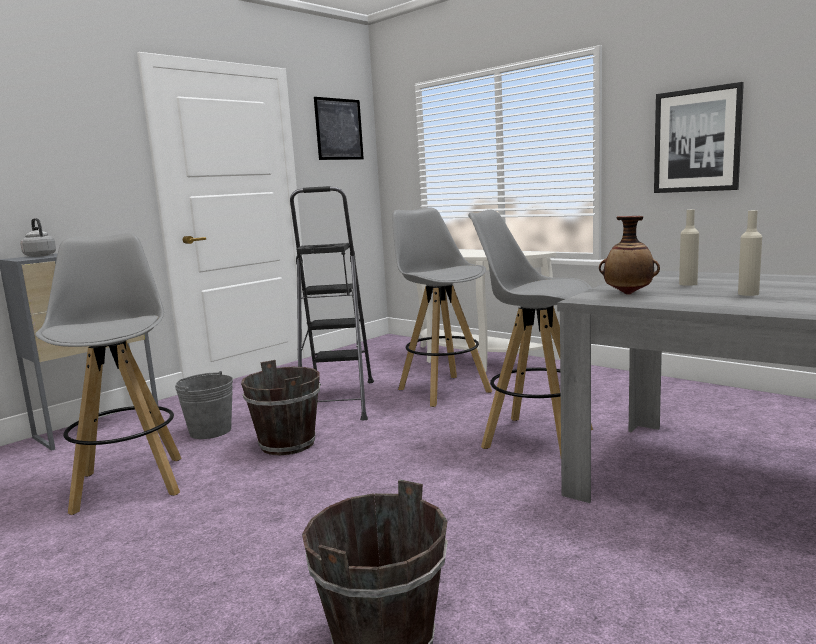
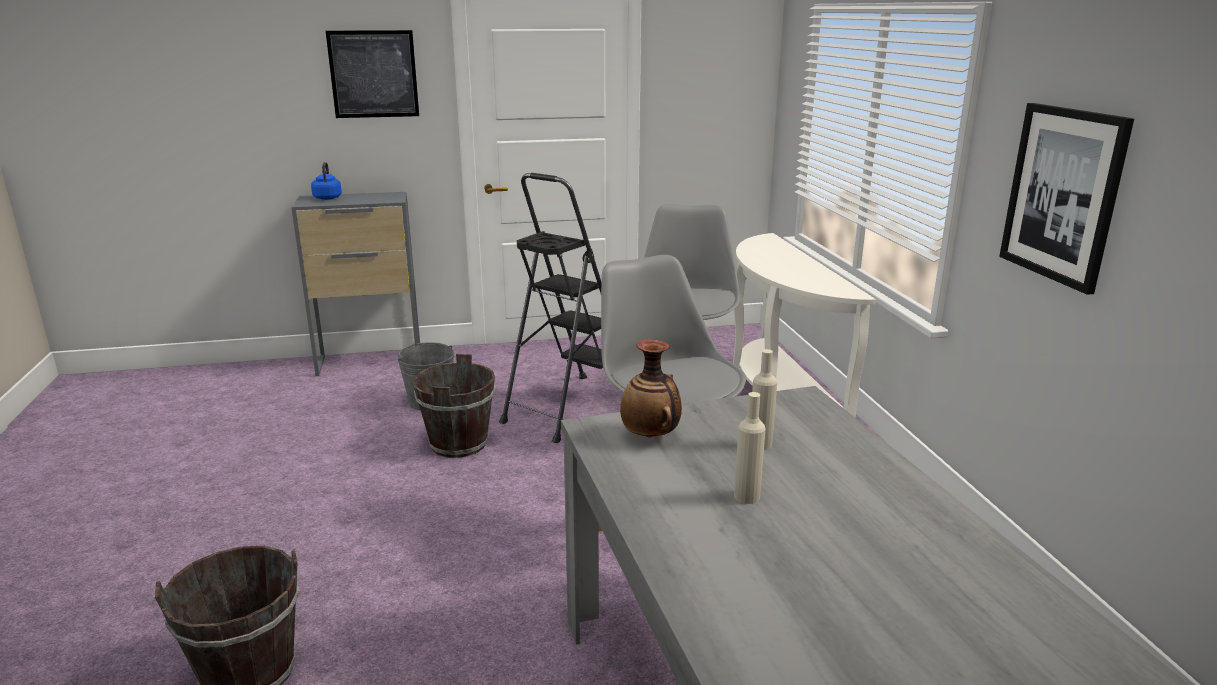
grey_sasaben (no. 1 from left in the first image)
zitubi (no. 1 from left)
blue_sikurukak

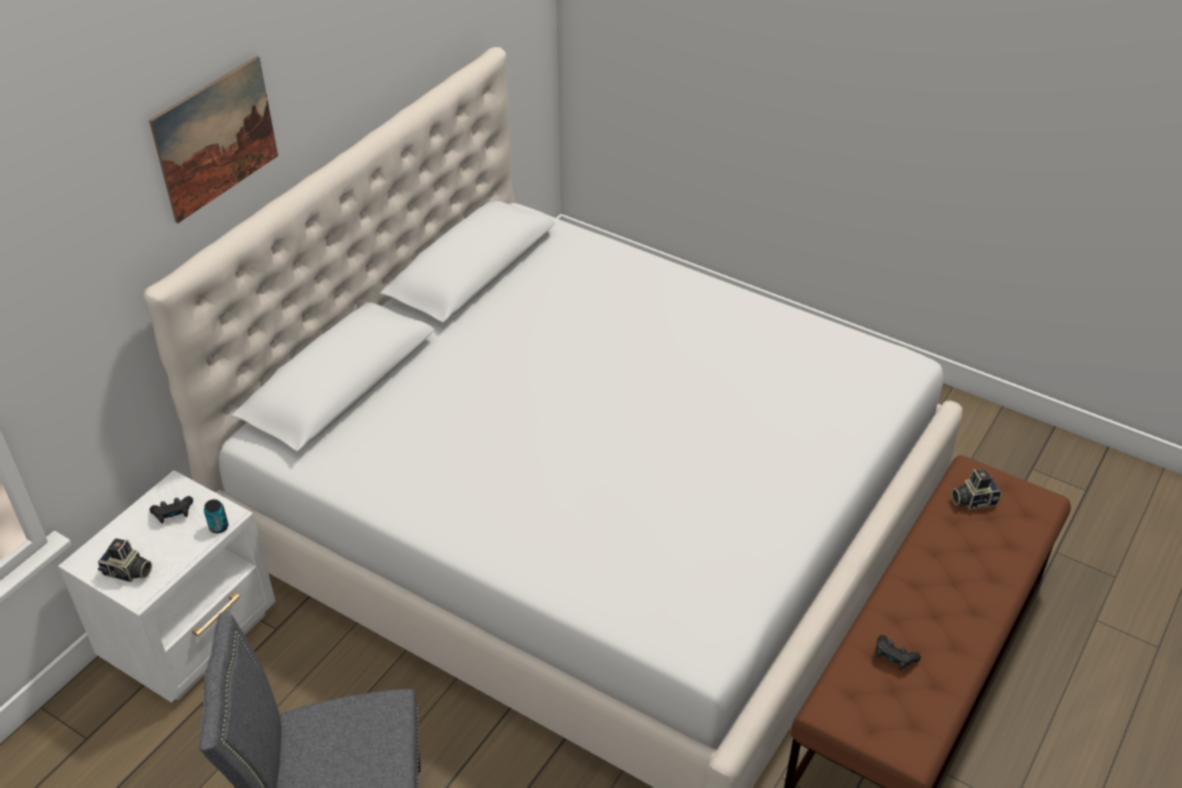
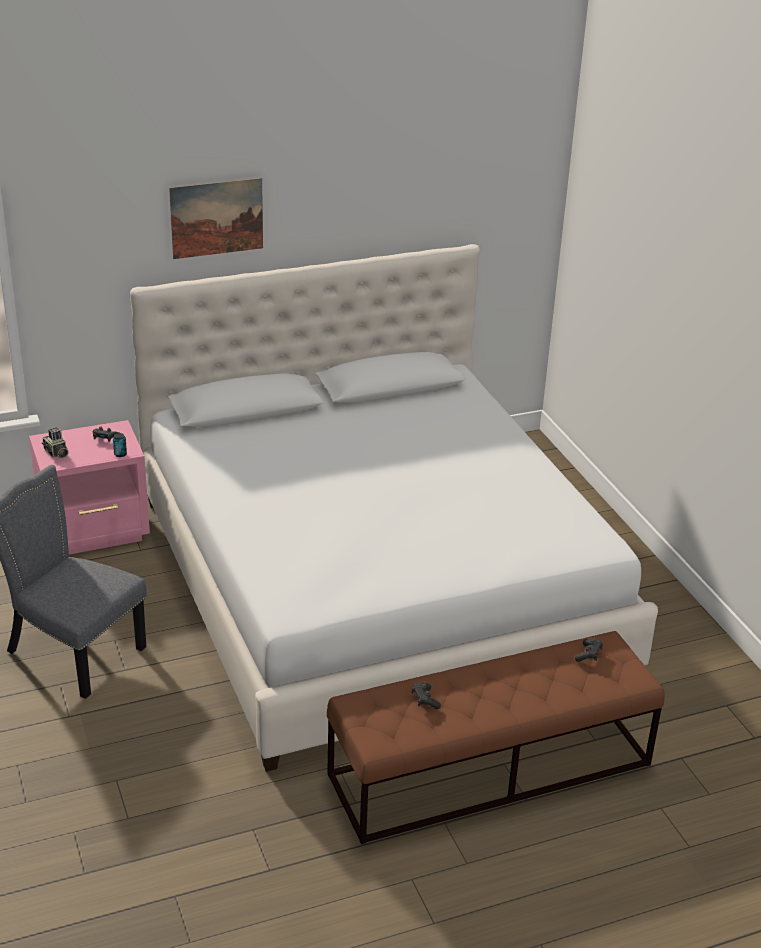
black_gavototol (no. 3 from left)
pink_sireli

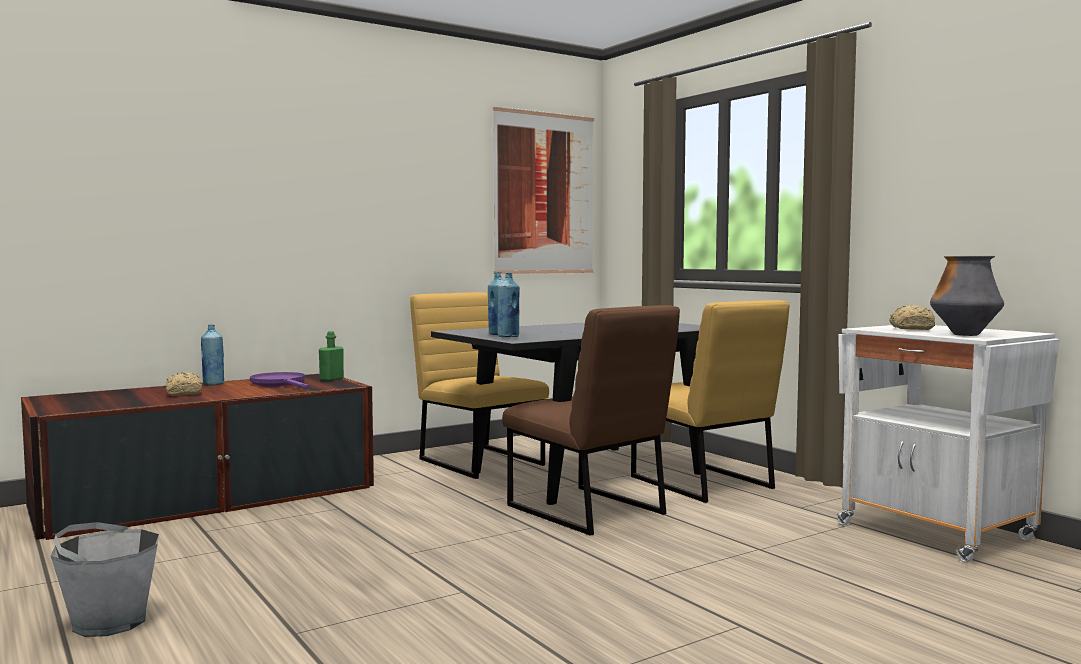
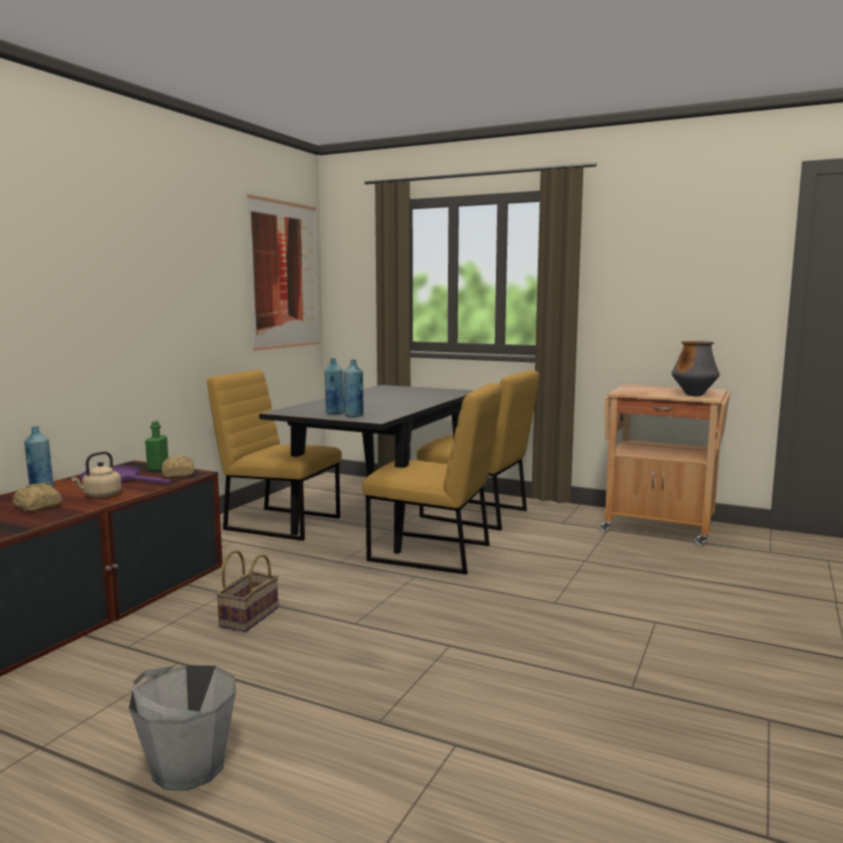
beige_sikurukak
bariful
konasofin (no. 2 from left)
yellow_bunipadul (no. 2 from left)
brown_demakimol

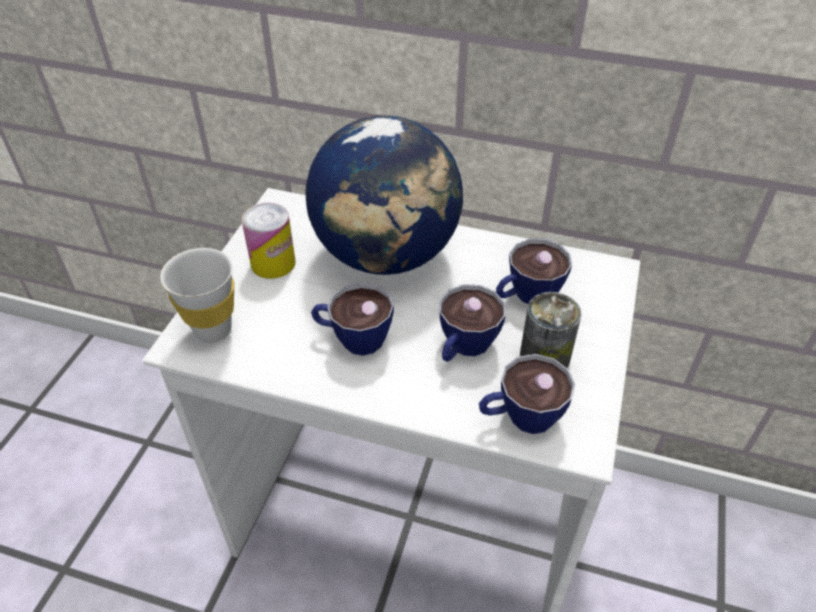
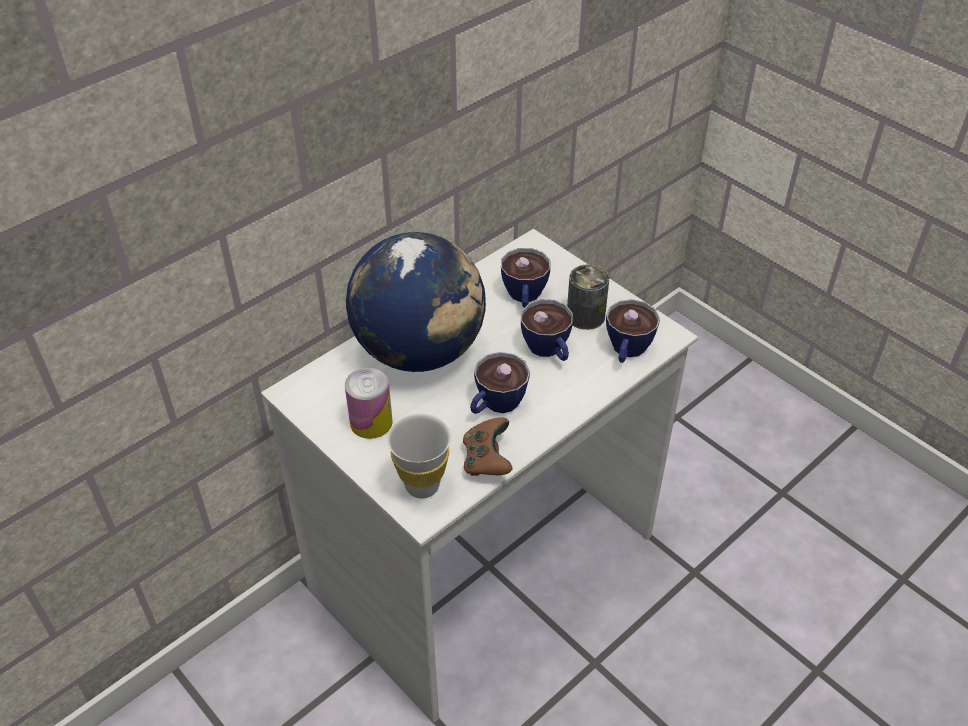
brown_gavototol

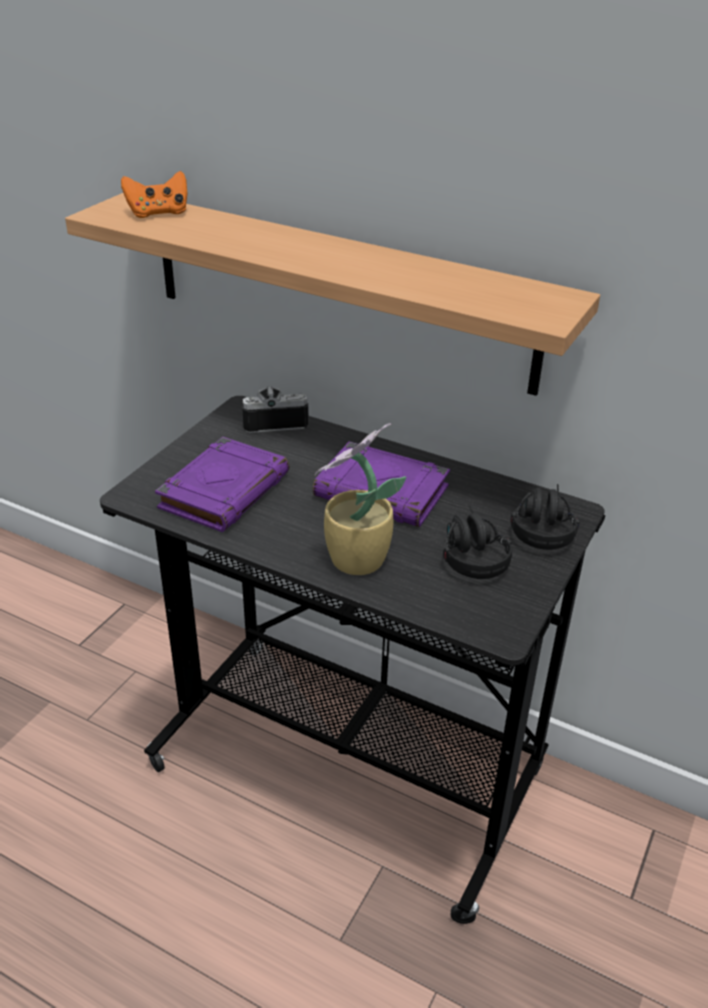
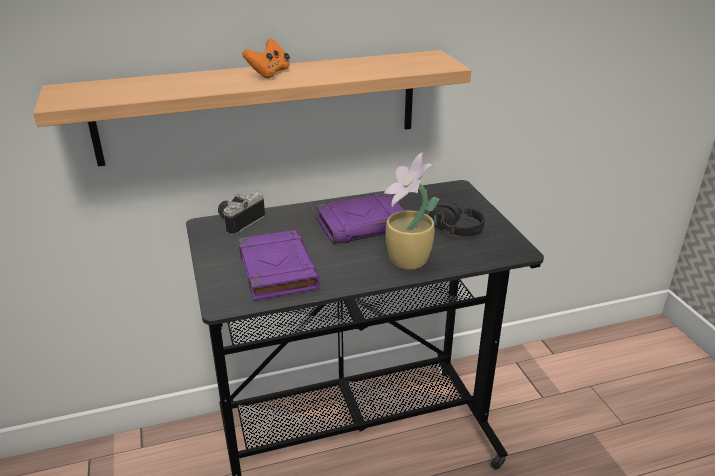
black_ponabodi (no. 2 from left in the first image)
orange_gavototol

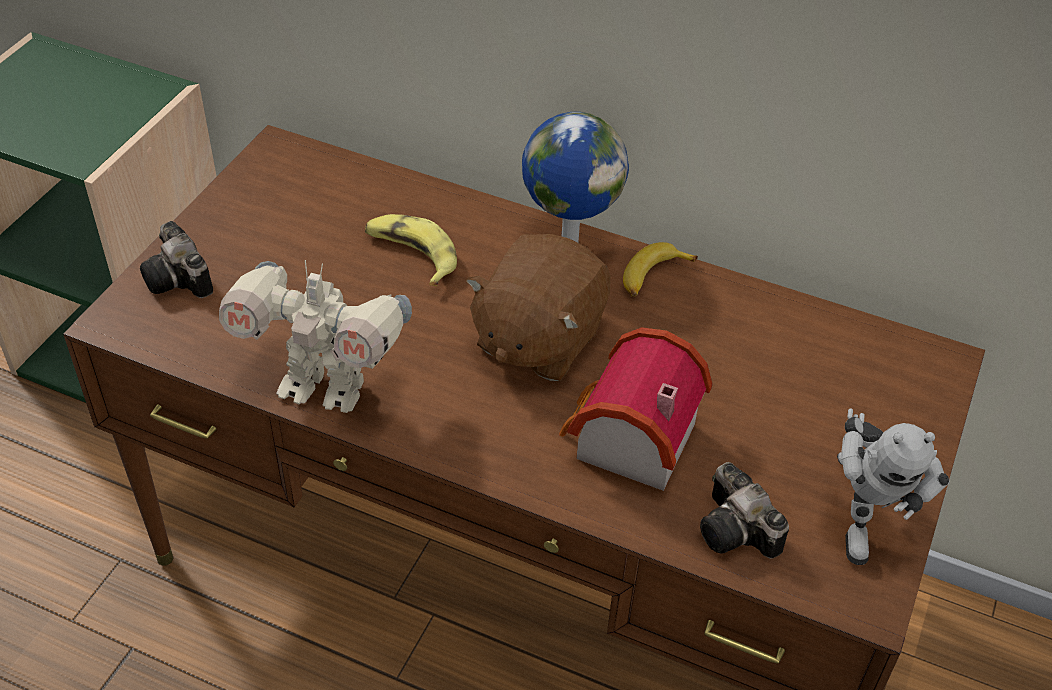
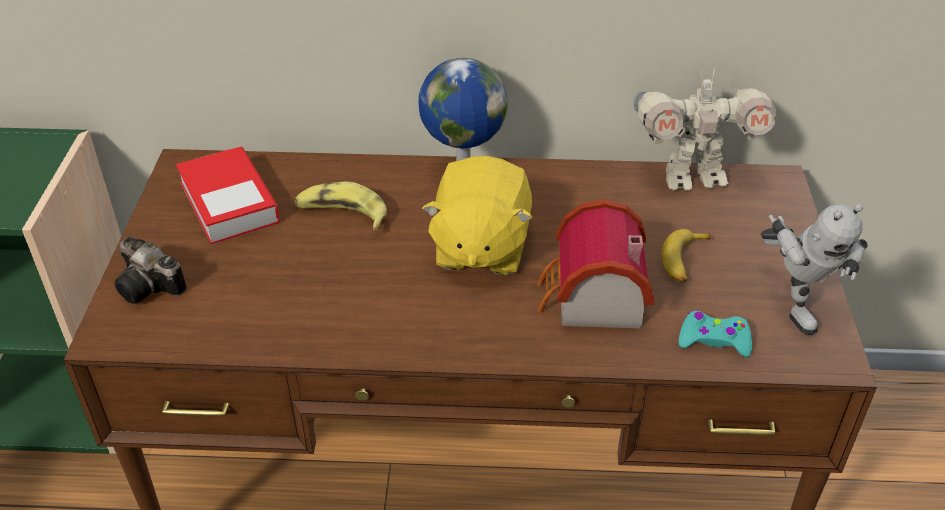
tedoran
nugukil (no. 1 from left)
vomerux (no. 2 from left)
turquoise_gavototol
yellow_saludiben

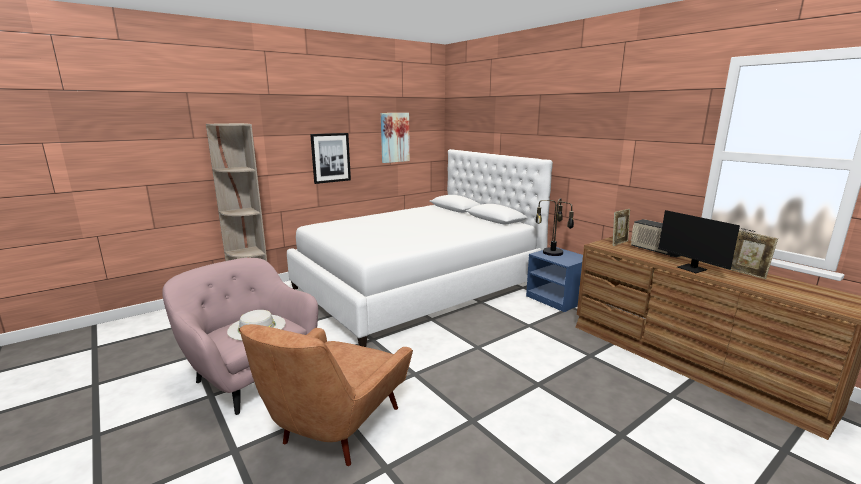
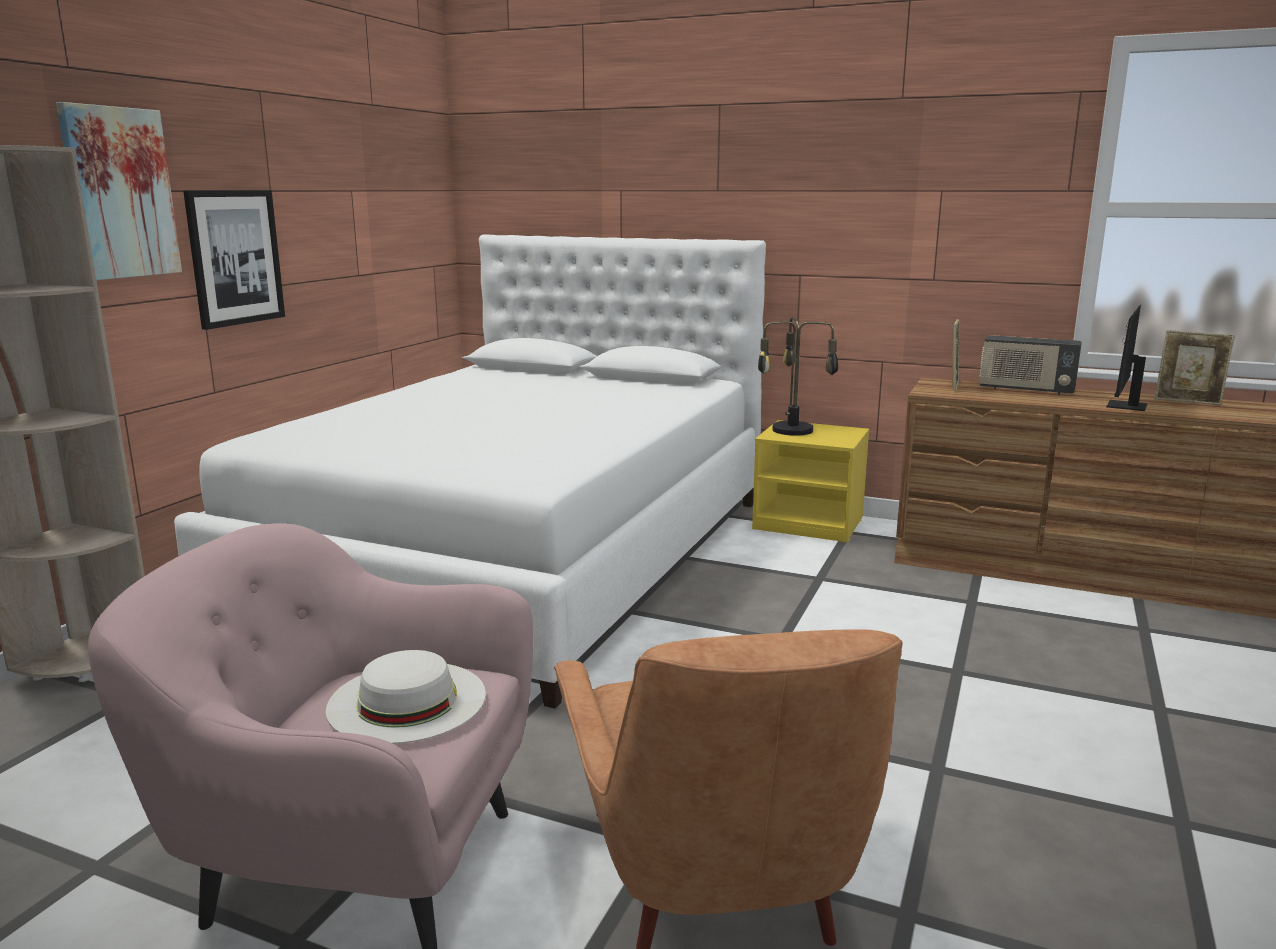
zitubi (no. 1 from left)
yellow_sireli
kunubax

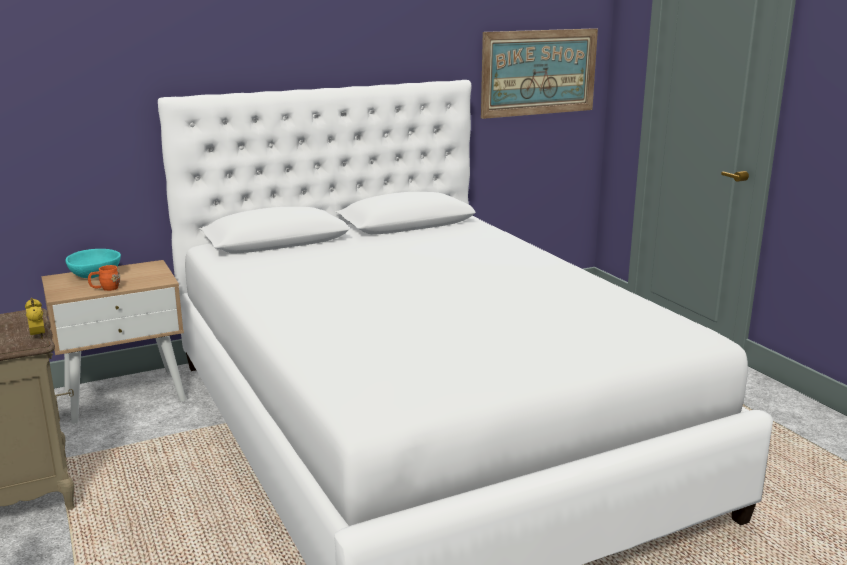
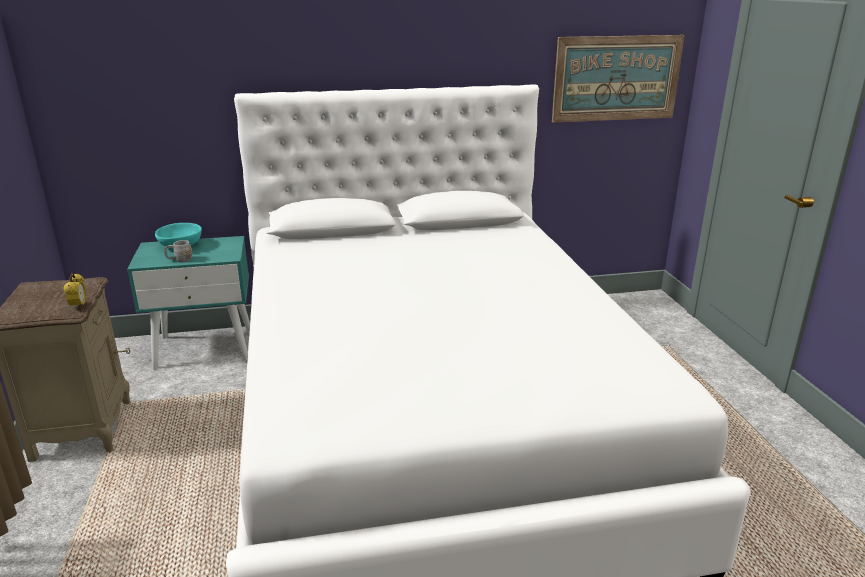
turquoise_sireli
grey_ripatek

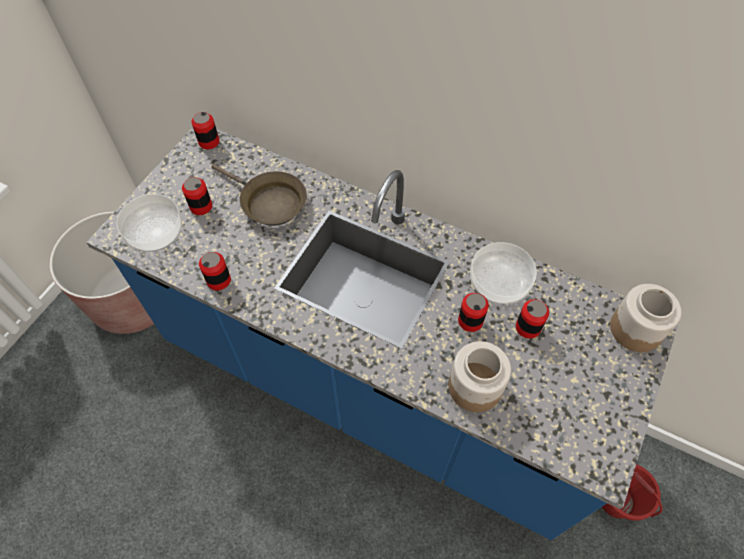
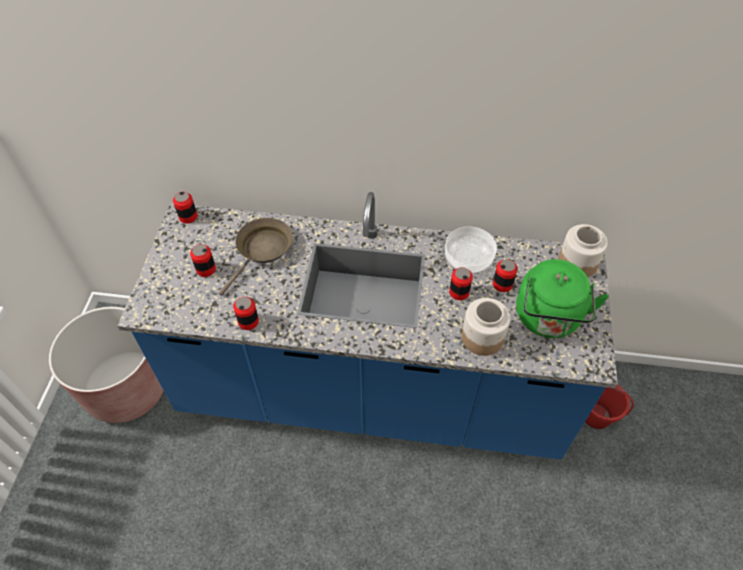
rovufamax (no. 1 from left in the first image)
green_sikurukak
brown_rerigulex

